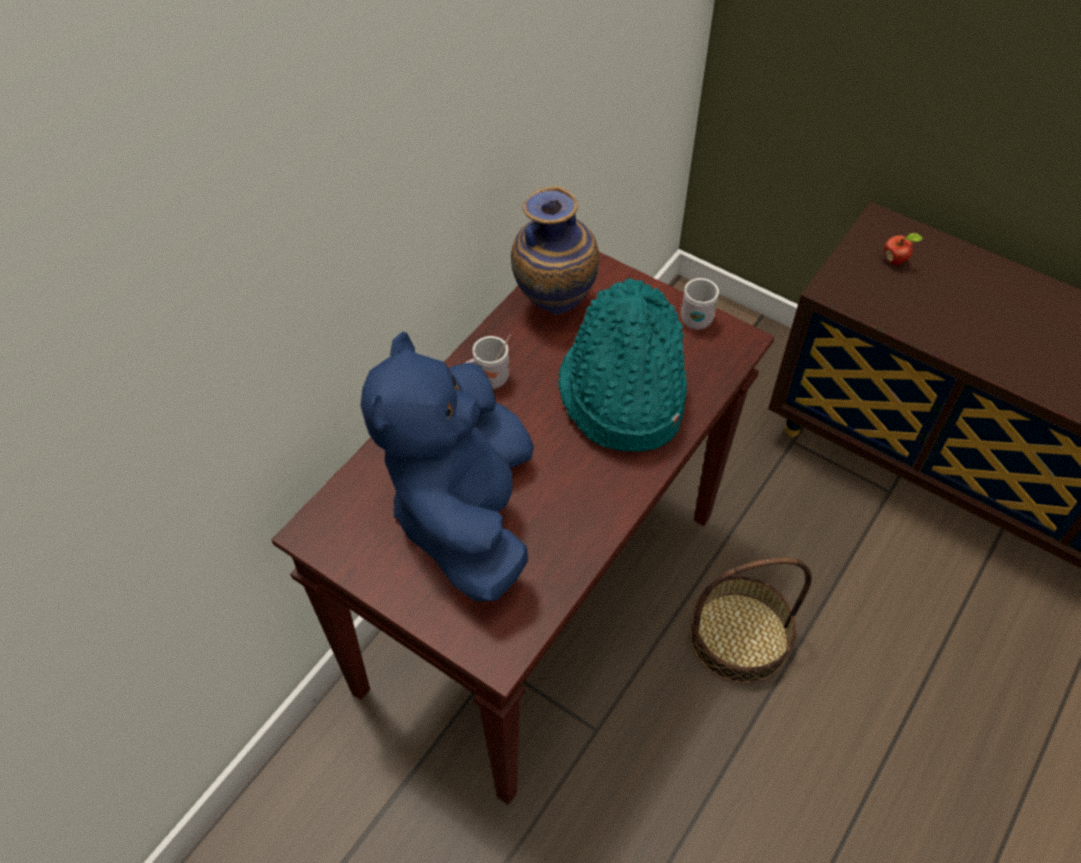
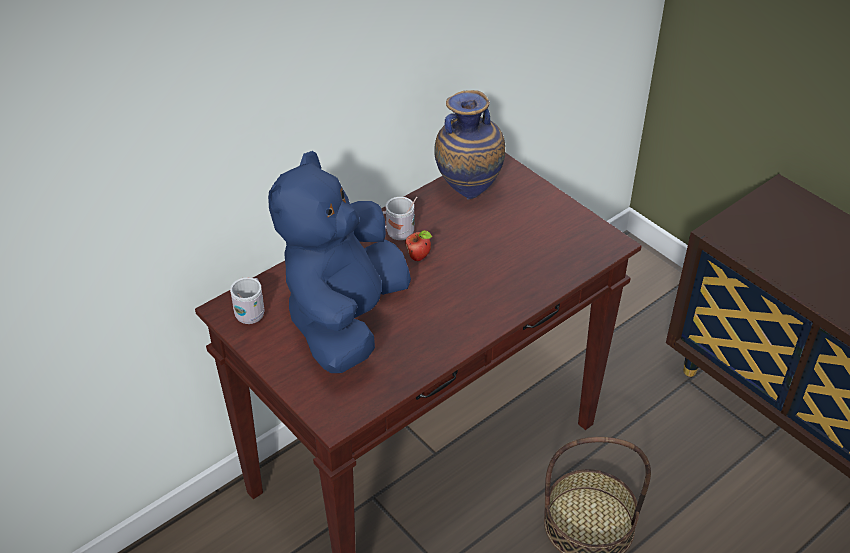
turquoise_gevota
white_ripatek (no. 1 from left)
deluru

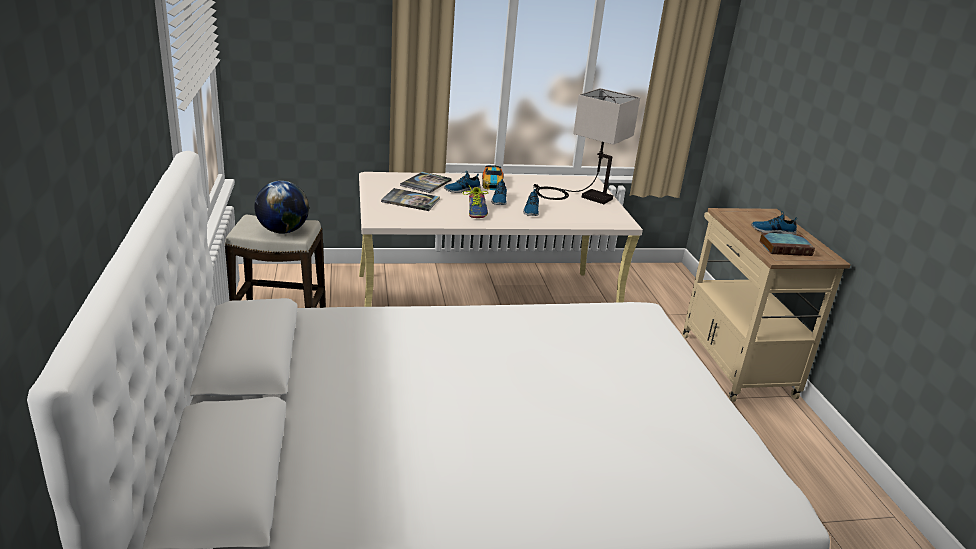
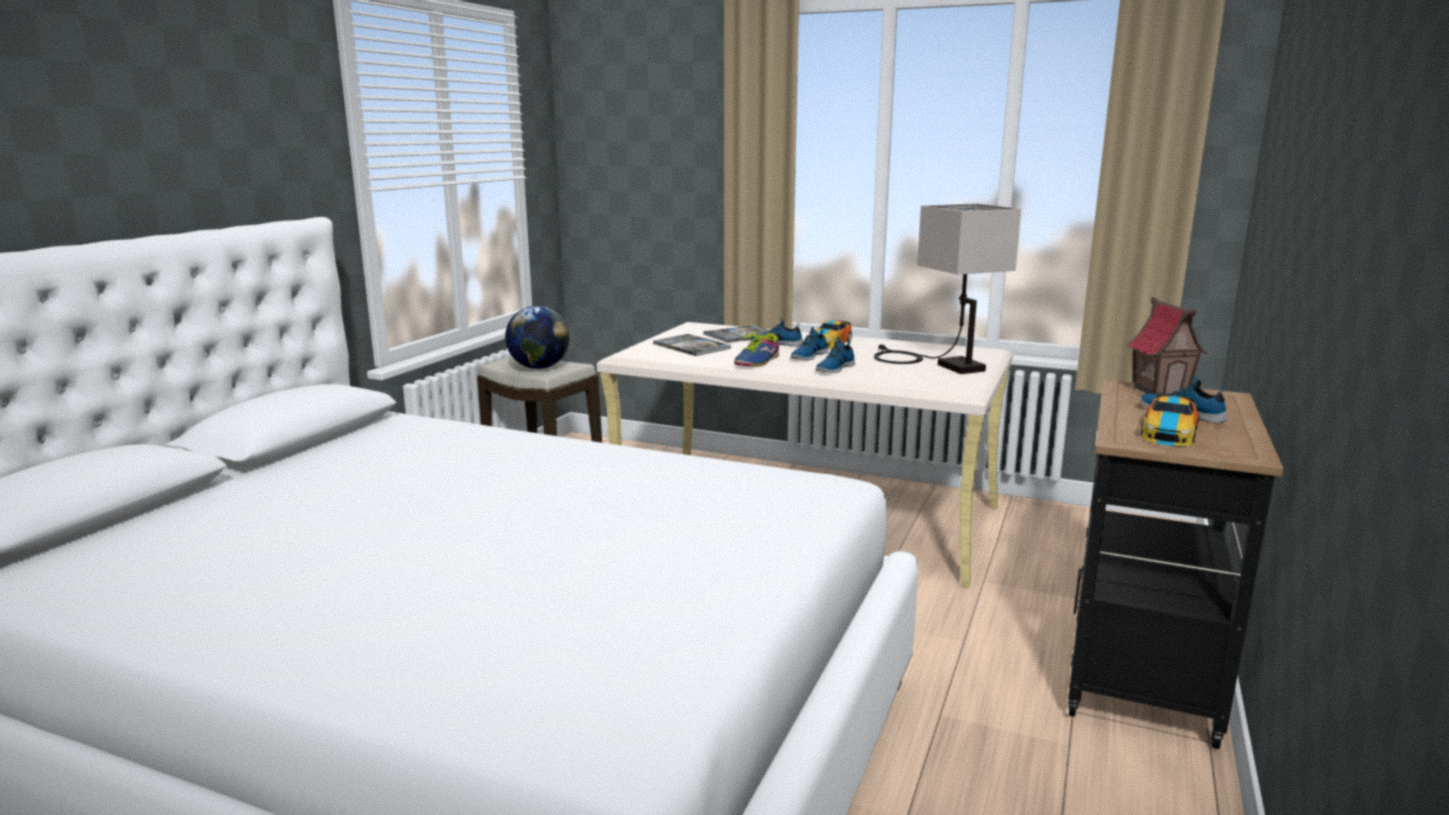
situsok
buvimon (no. 2 from left)
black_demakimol

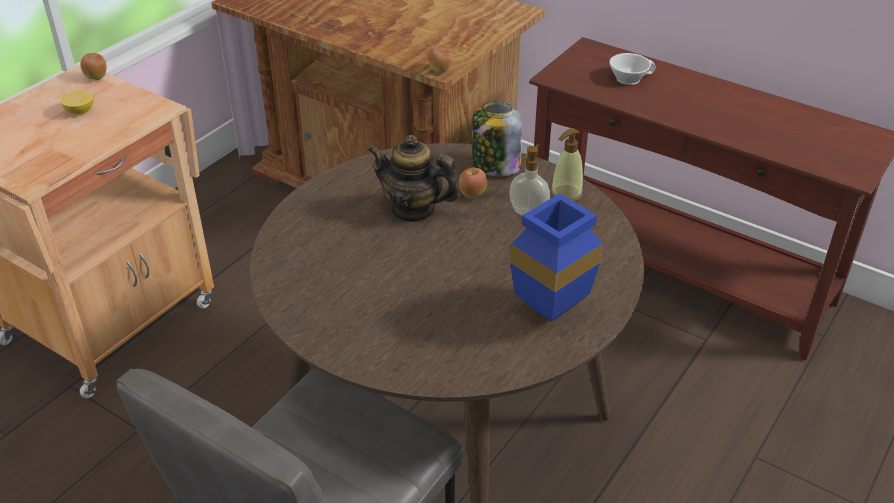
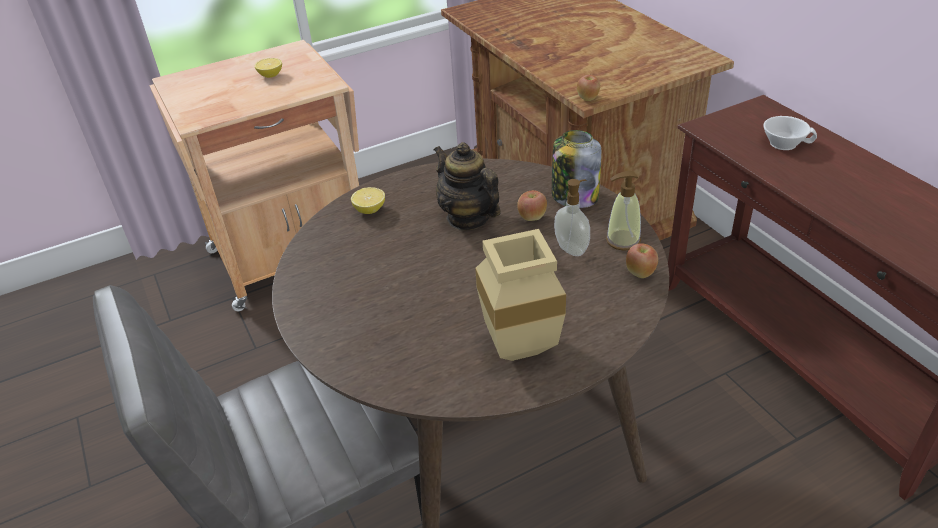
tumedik (no. 2 from left)
deluru (no. 3 from left)
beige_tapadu

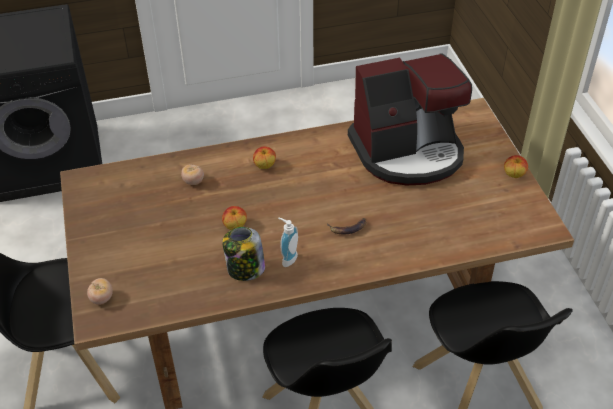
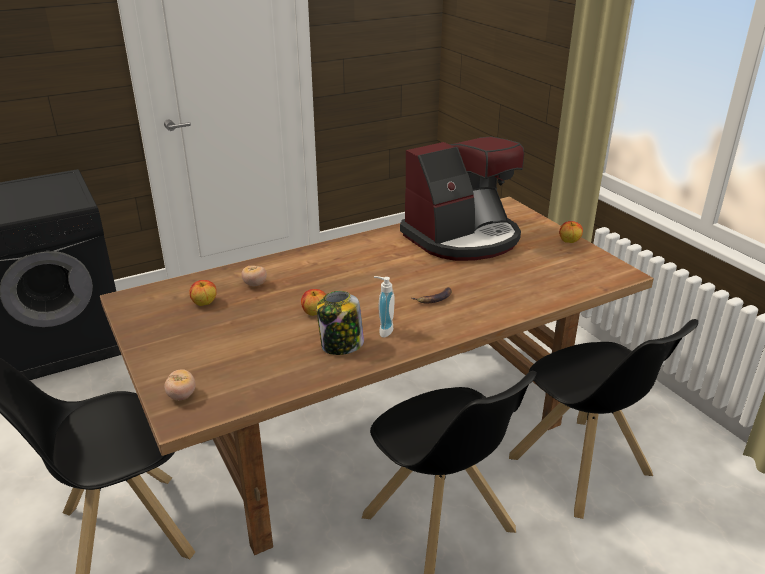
deluru (no. 1 from left)

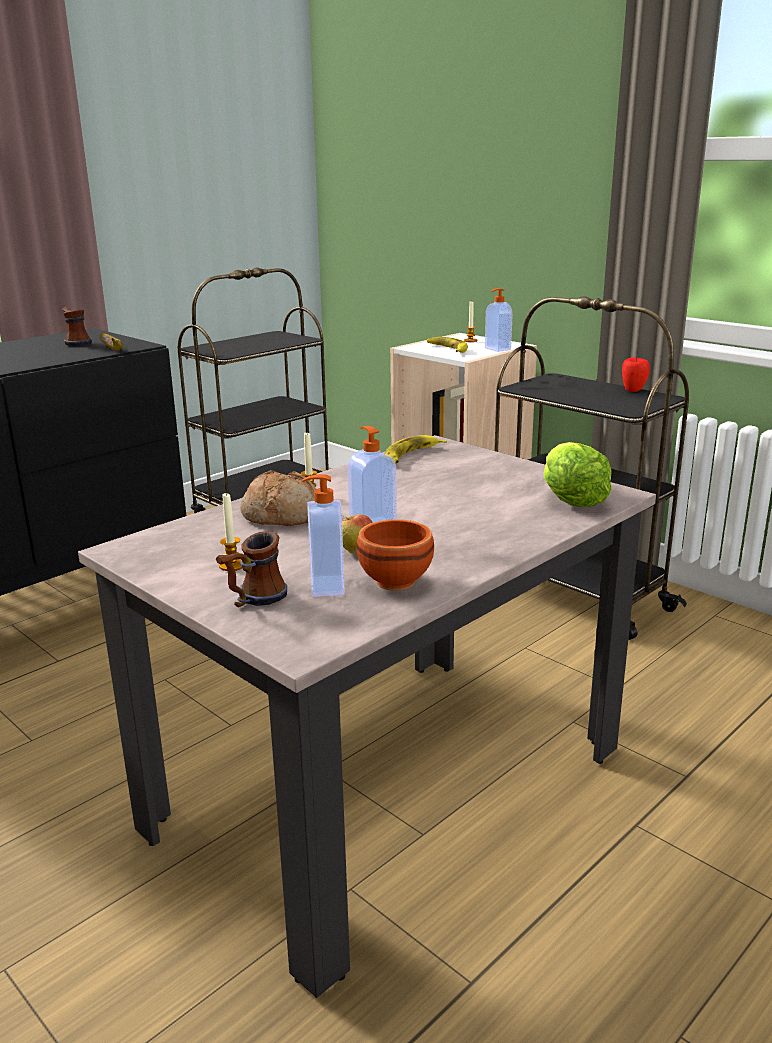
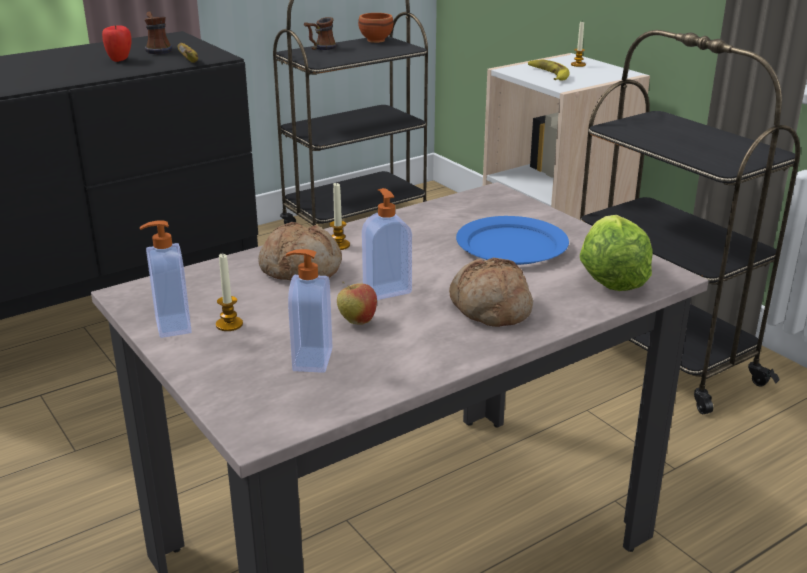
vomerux (no. 2 from left in the first image)
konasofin (no. 2 from left)
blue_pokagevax
ripatek (no. 2 from left)
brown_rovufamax
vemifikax (no. 1 from left)
deluru (no. 1 from left)

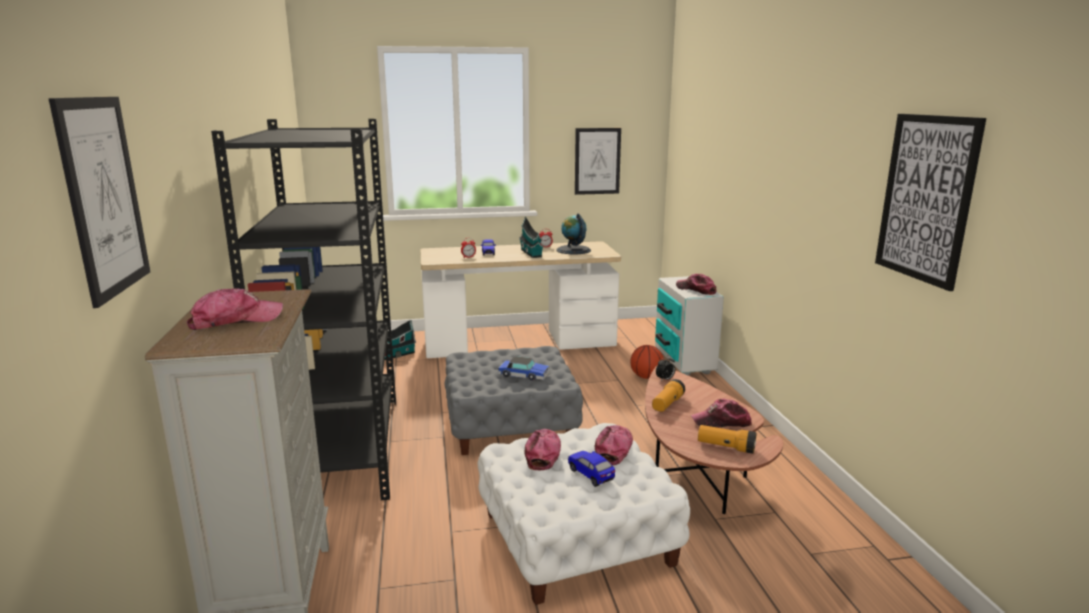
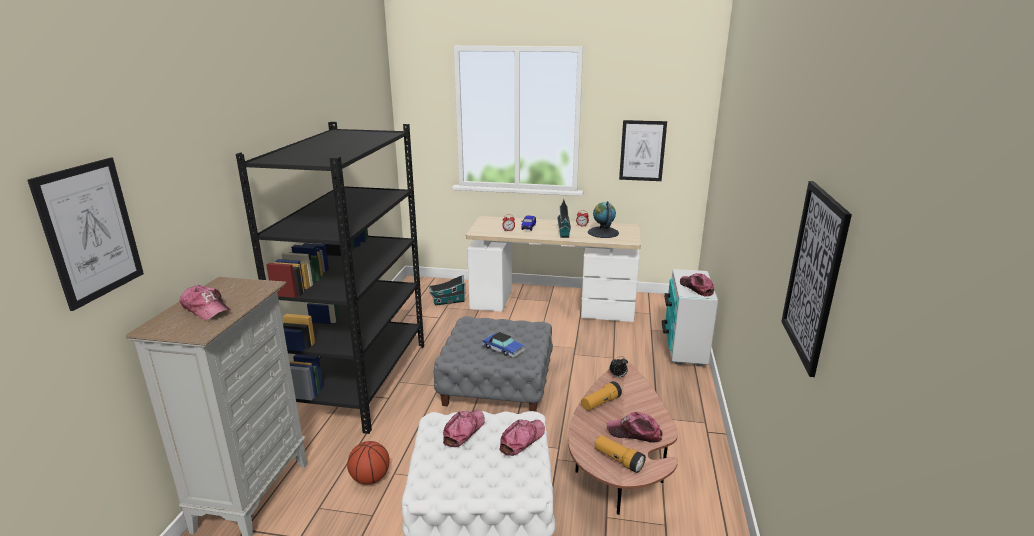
buvimon (no. 3 from left in the first image)
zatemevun
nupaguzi (no. 1 from left)

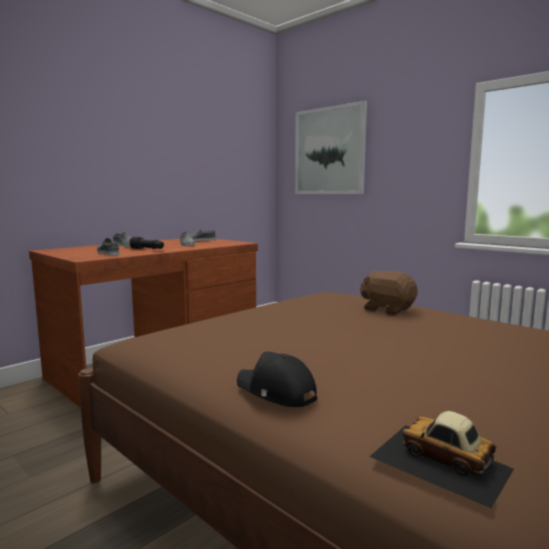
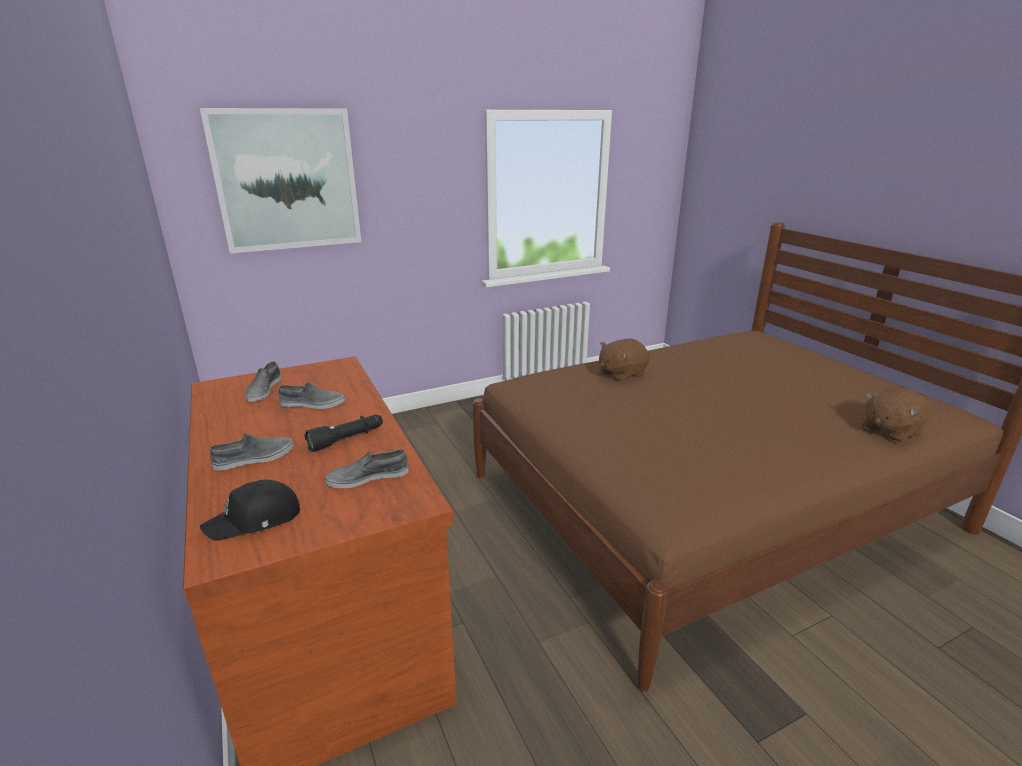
black_nupaguzi
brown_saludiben (no. 2 from left)

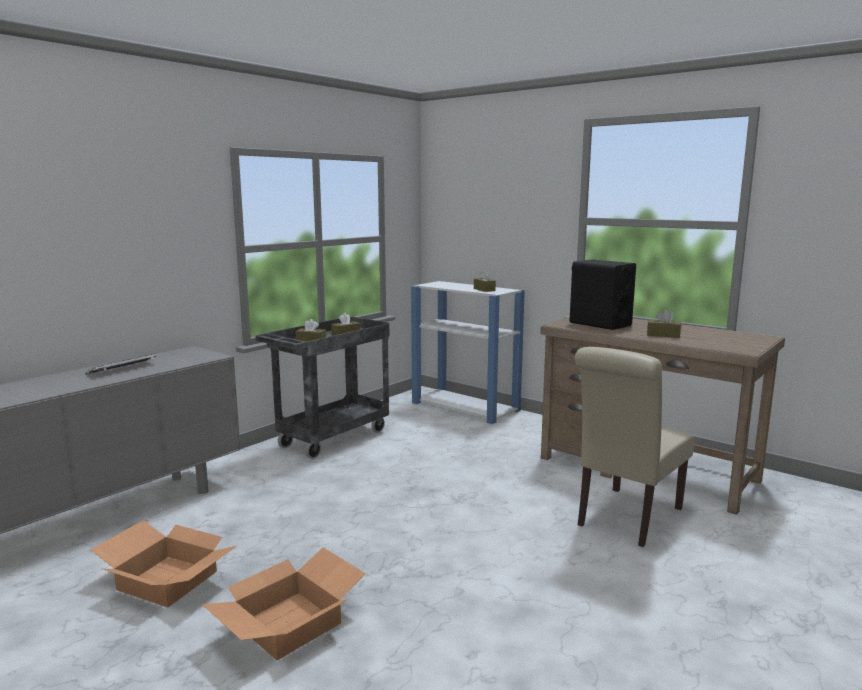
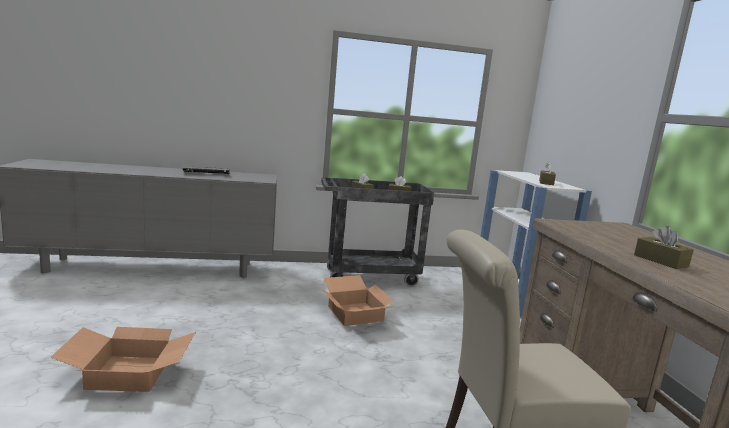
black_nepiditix
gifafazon (no. 2 from left)

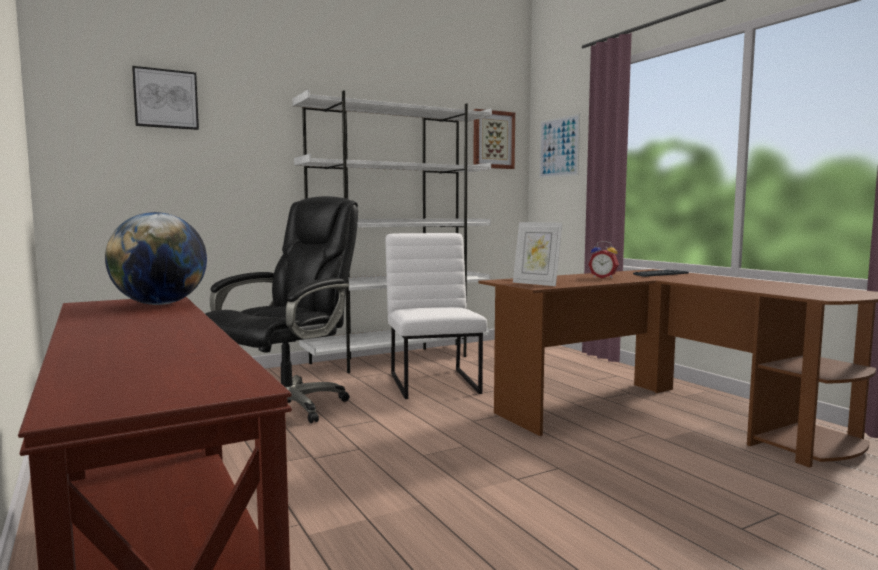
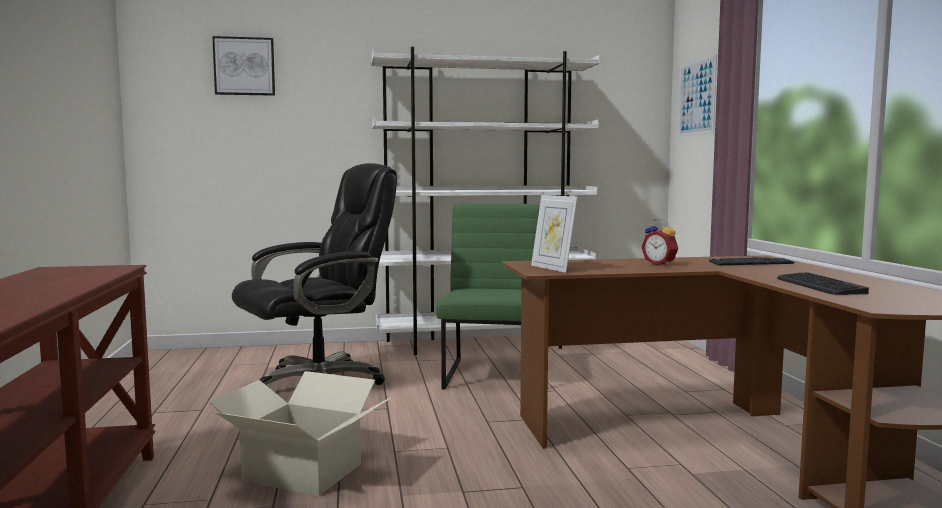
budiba
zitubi (no. 2 from left in the first image)
gifafazon
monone (no. 2 from left)
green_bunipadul

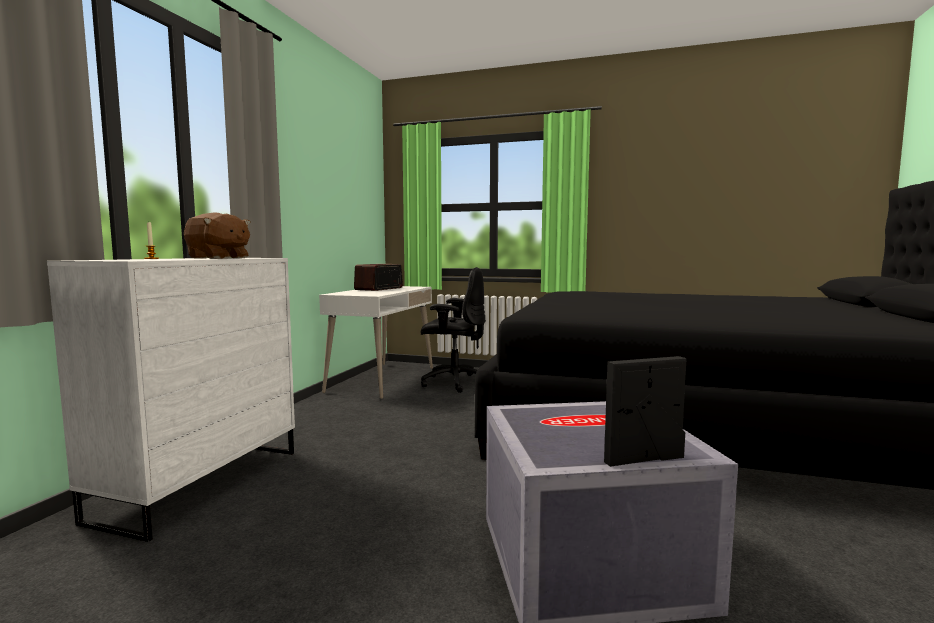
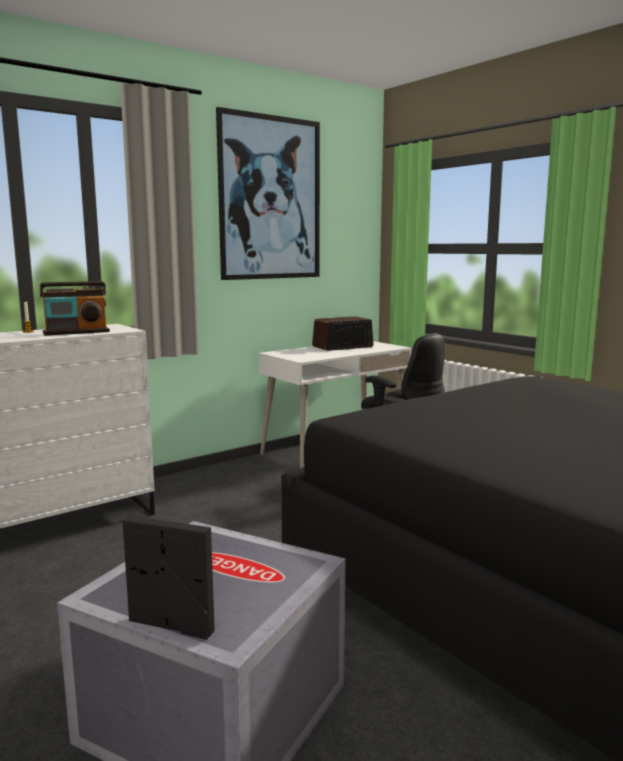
zitubi
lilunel (no. 1 from left)

